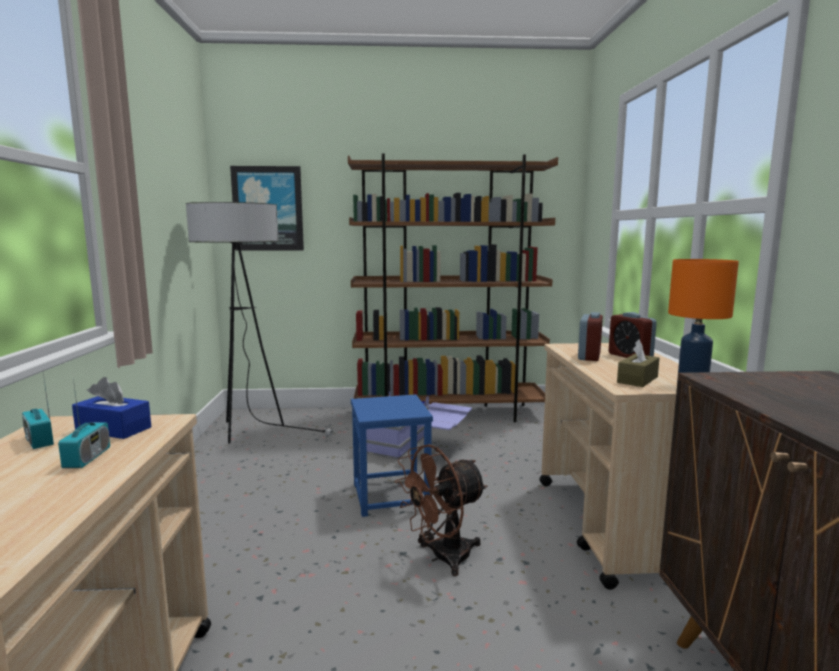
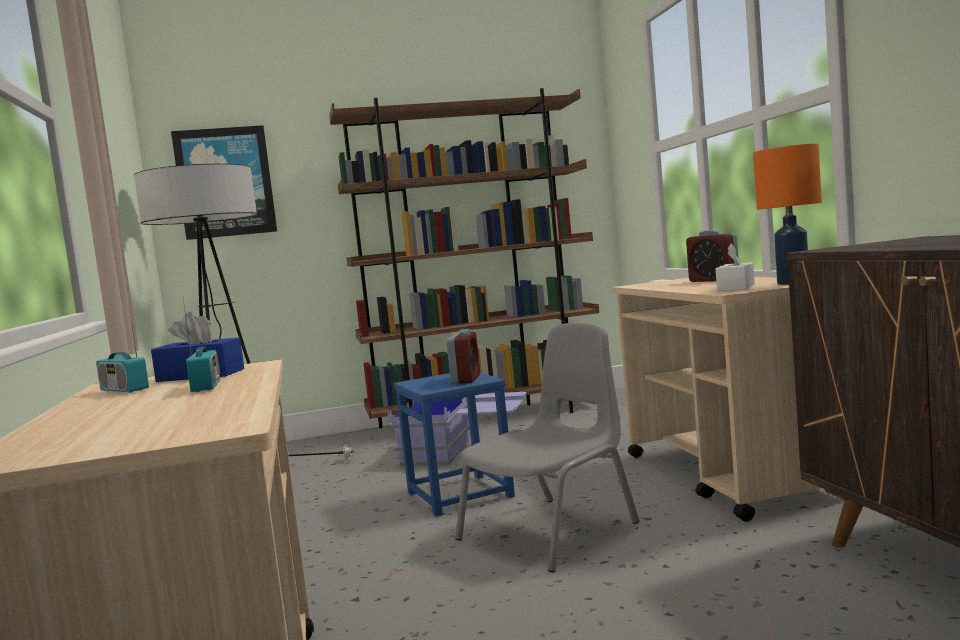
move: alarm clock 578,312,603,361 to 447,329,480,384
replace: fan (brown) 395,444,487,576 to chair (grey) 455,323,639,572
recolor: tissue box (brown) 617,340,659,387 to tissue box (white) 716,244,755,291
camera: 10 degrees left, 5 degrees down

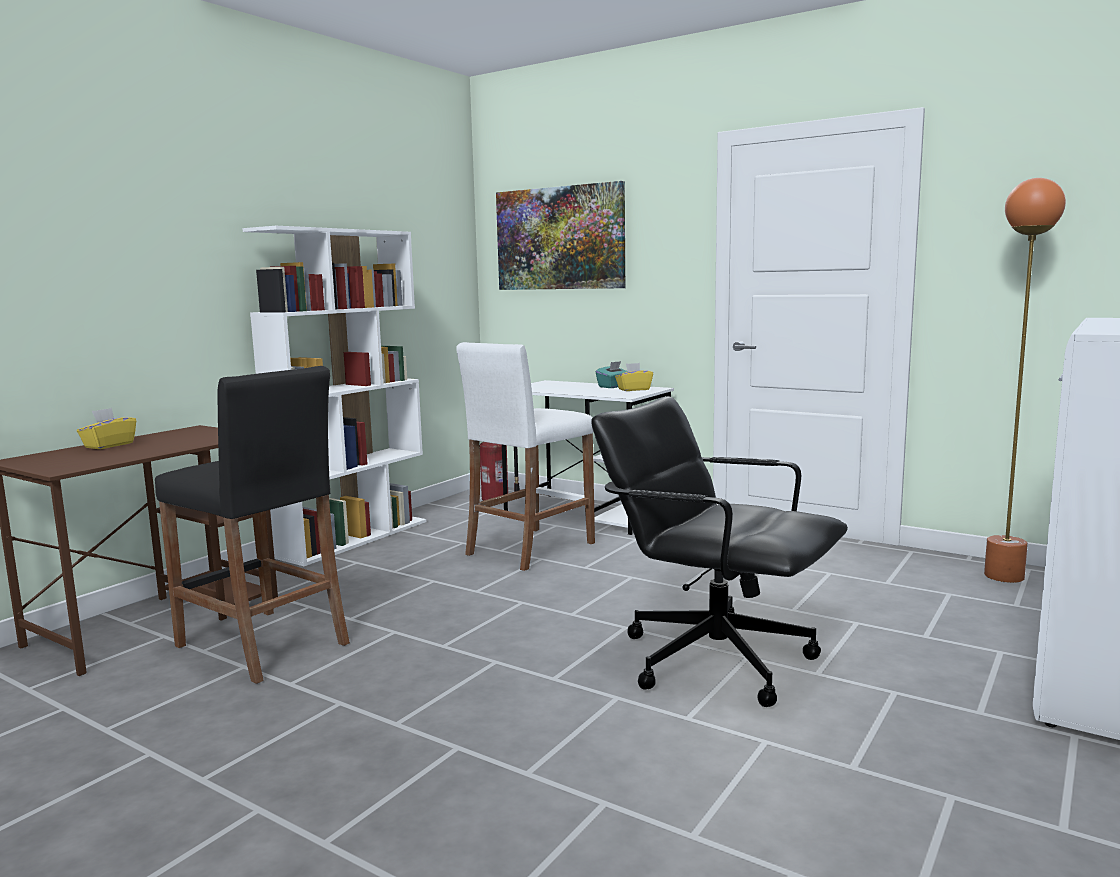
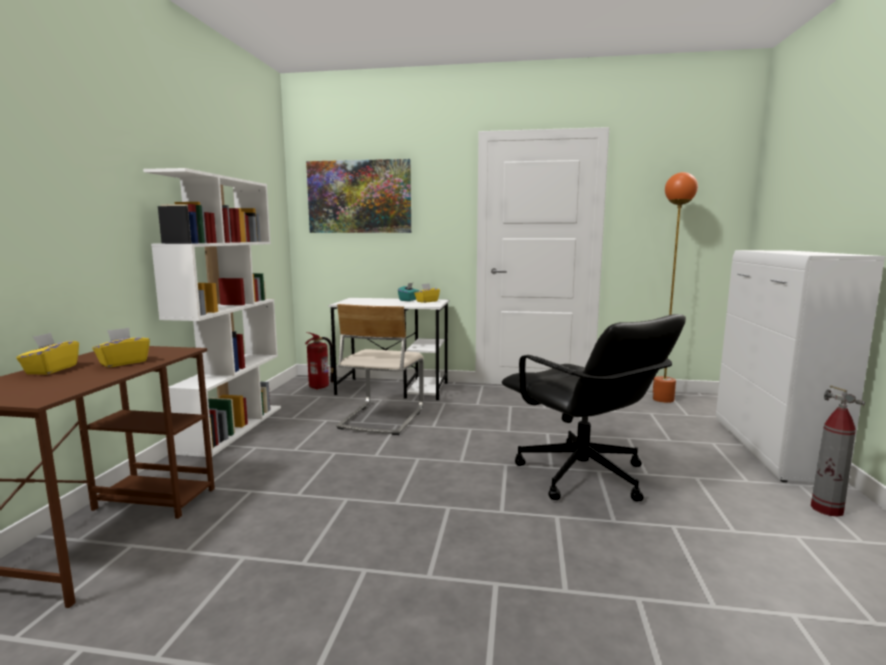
delete: stool (black) 155,366,350,684
insert: tissue box (yellow) 93,327,150,367; fire extinguisher 811,385,865,517
replace: stool (white) 456,342,595,571 to chair (beige) 336,304,424,435
rotate: office chair (black) 591,396,848,707 = 502,314,686,501 135 degrees counterclockwise
camera: 25 degrees left, 0 degrees up

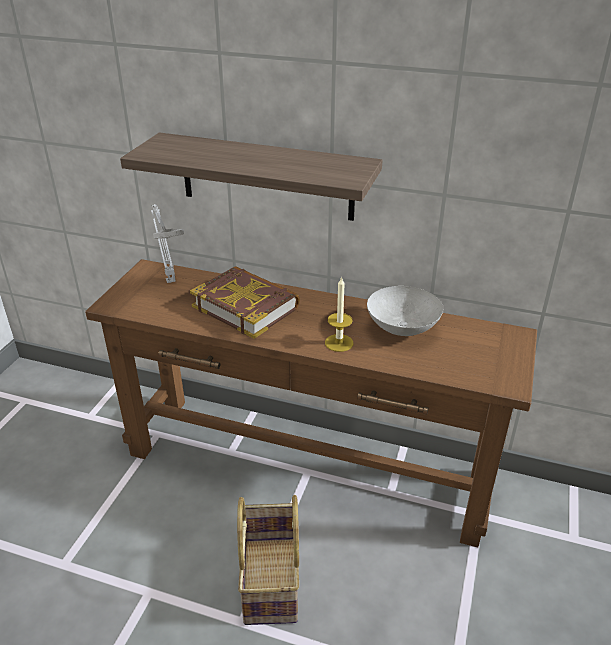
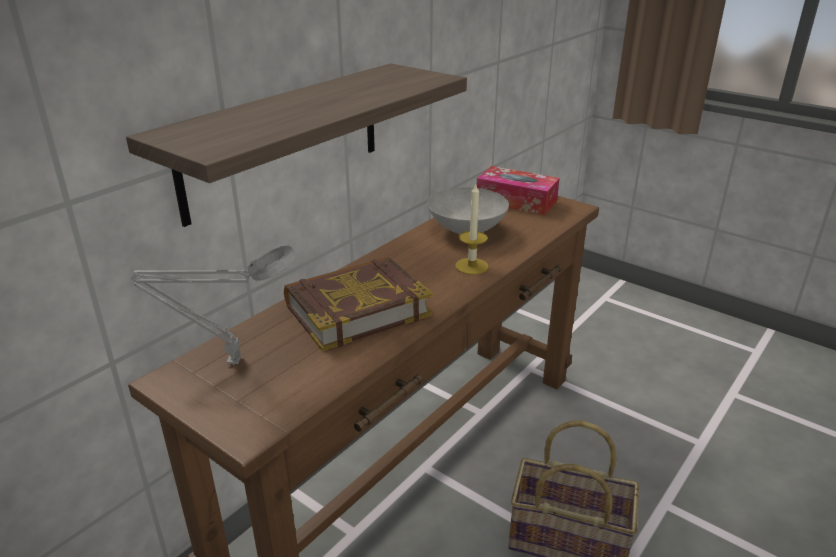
insert: tissue box 477,166,560,215
camera: 70 degrees left, 5 degrees down

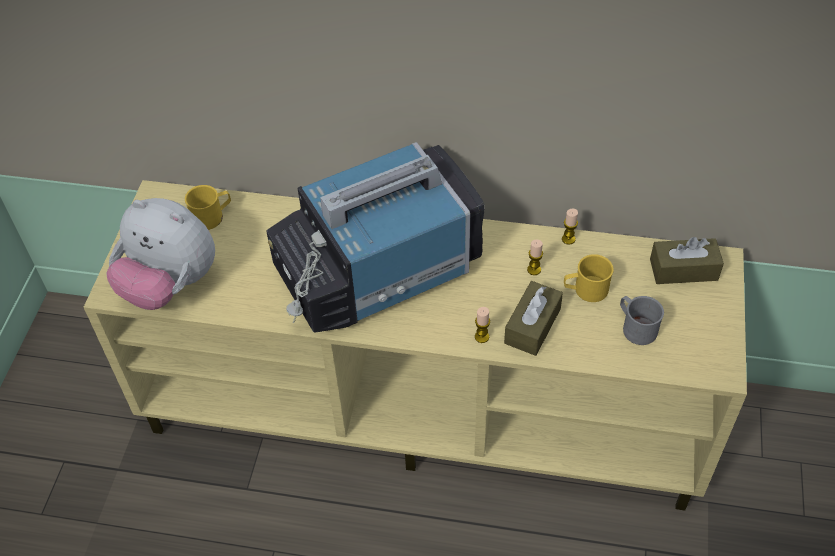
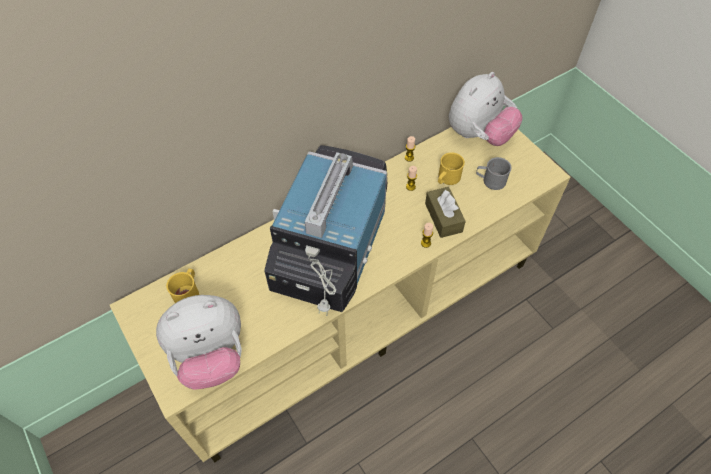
replace: tissue box (brown) 650,237,724,284 to plush toy 449,72,523,146
camera: 45 degrees left, 5 degrees up

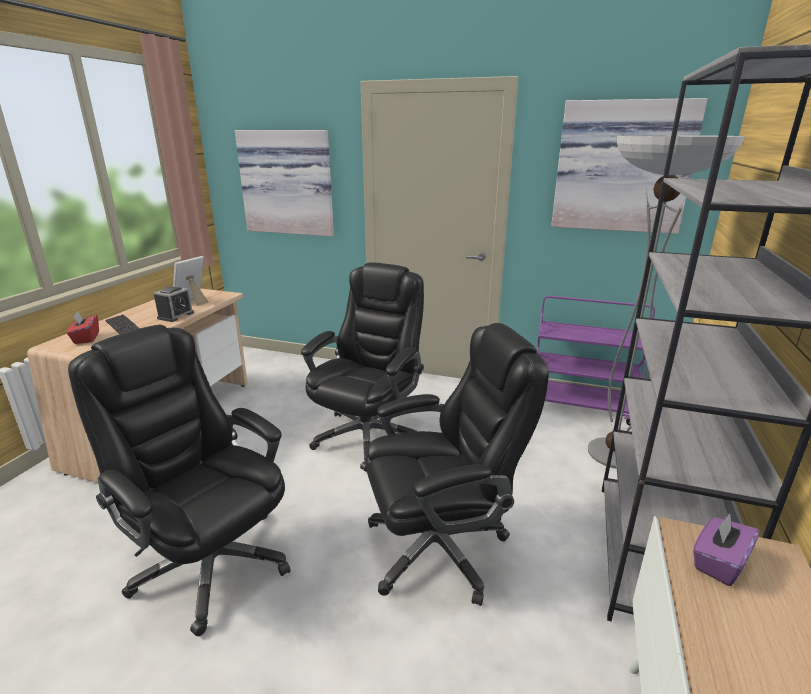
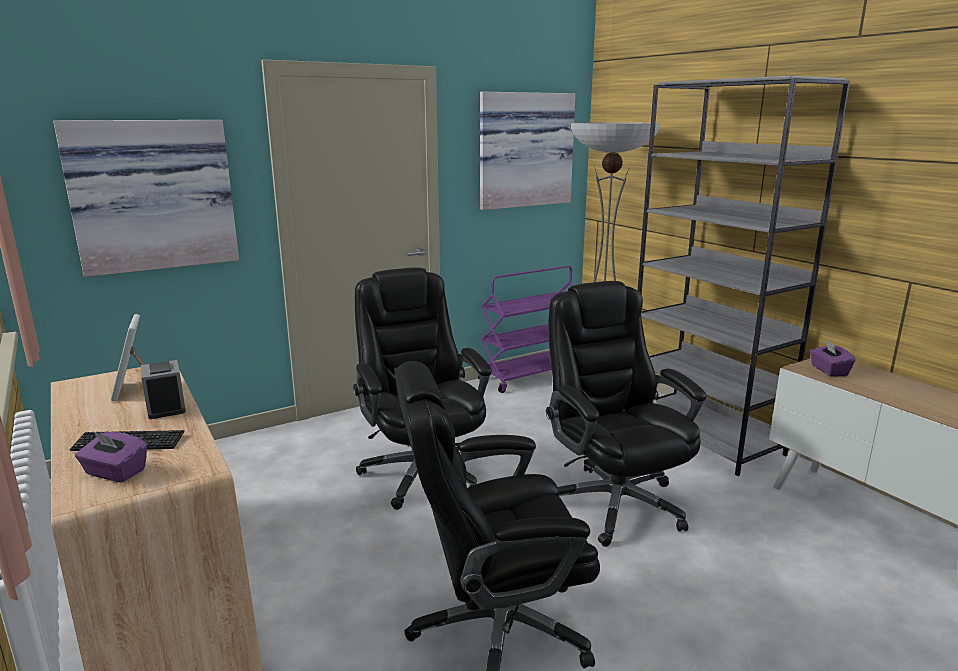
recolor: tissue box (red) 67,312,99,344 to tissue box (purple) 75,432,147,483
rotate: office chair (black) 366,323,549,606 = 546,281,707,547 45 degrees counterclockwise
camera: 50 degrees left, 5 degrees down

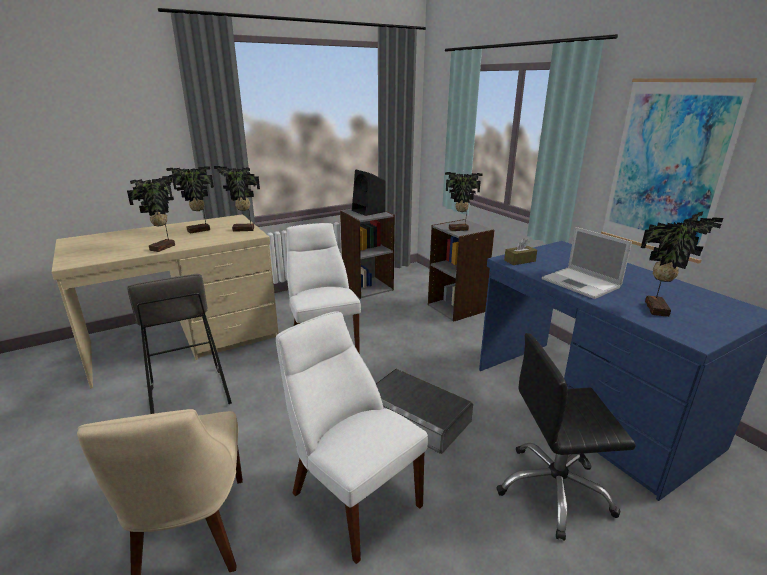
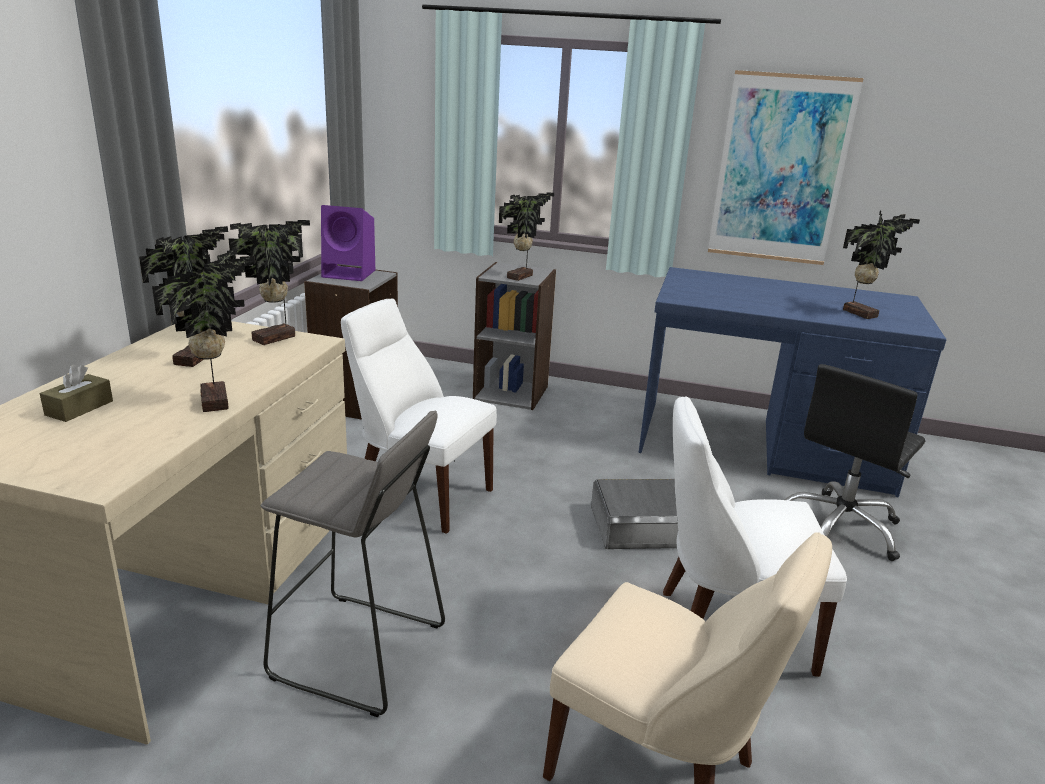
delete: laptop 542,227,632,299
move: tissue box (brown) 504,239,537,265 to 40,365,113,422
recolor: speaker (black) 352,169,385,216 to speaker (purple) 321,205,375,281
camera: 45 degrees left, 0 degrees up

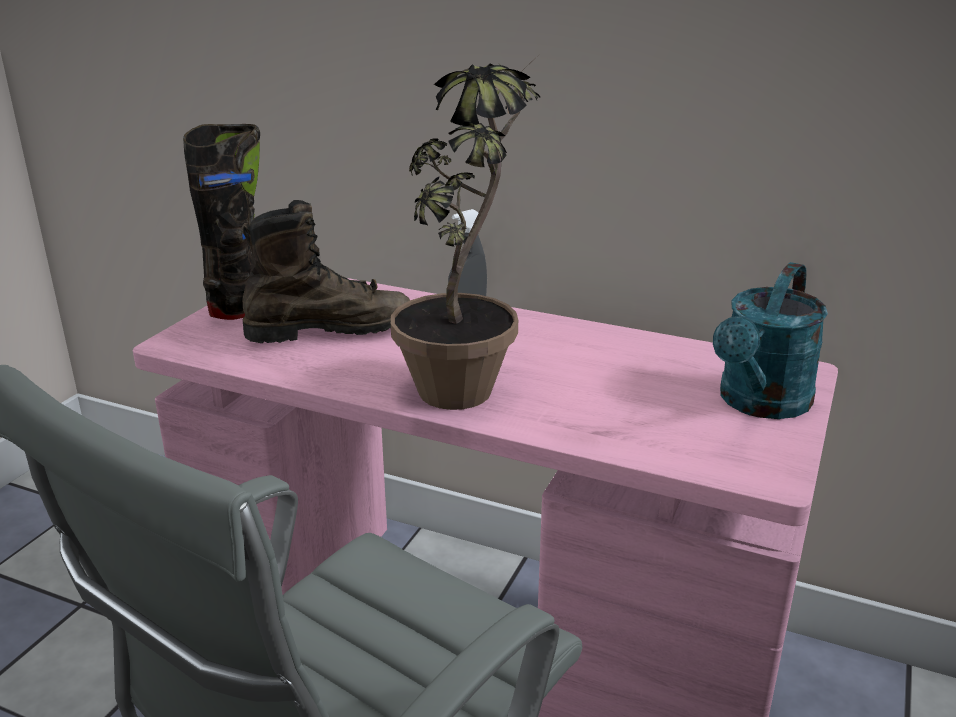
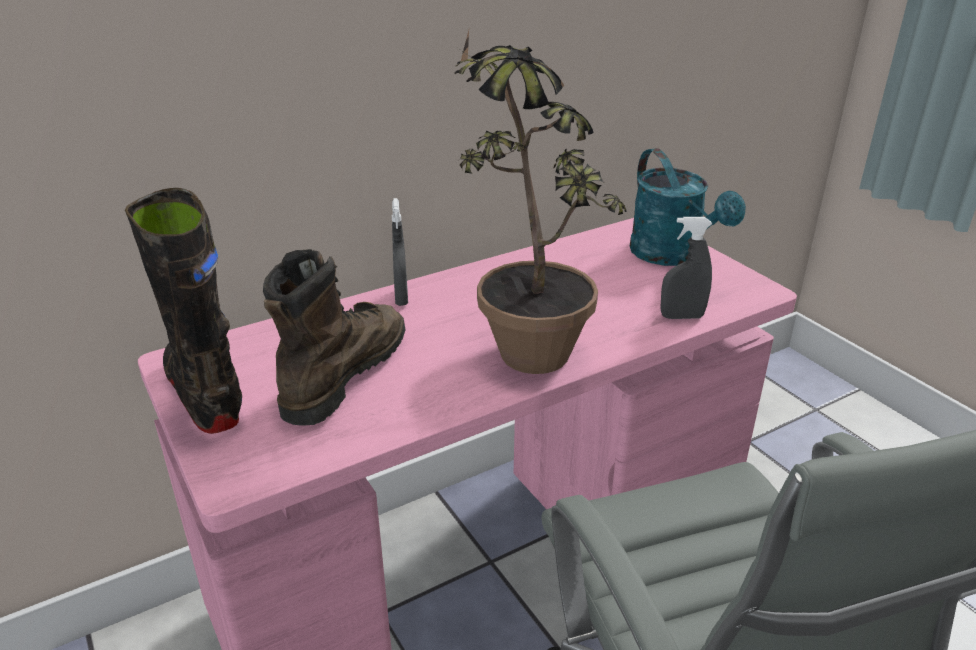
insert: spray bottle (grey) 660,217,712,319
camera: 55 degrees left, 5 degrees up

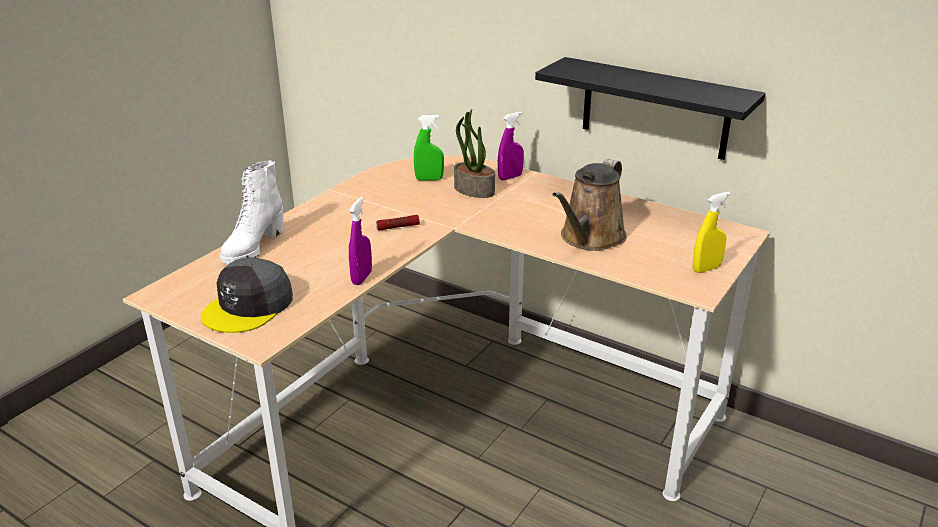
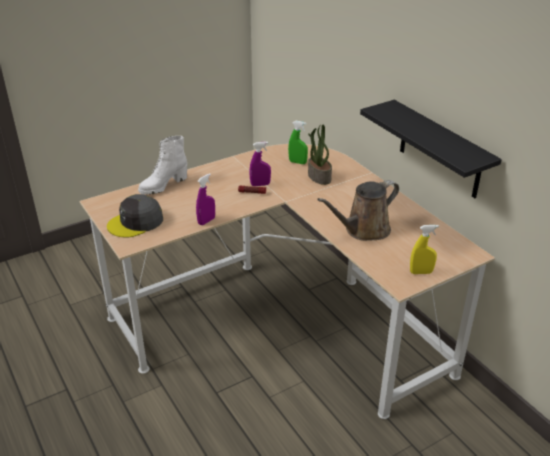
move: spray bottle (purple) 498,112,524,180 to 249,142,271,186
camera: 25 degrees right, 5 degrees up

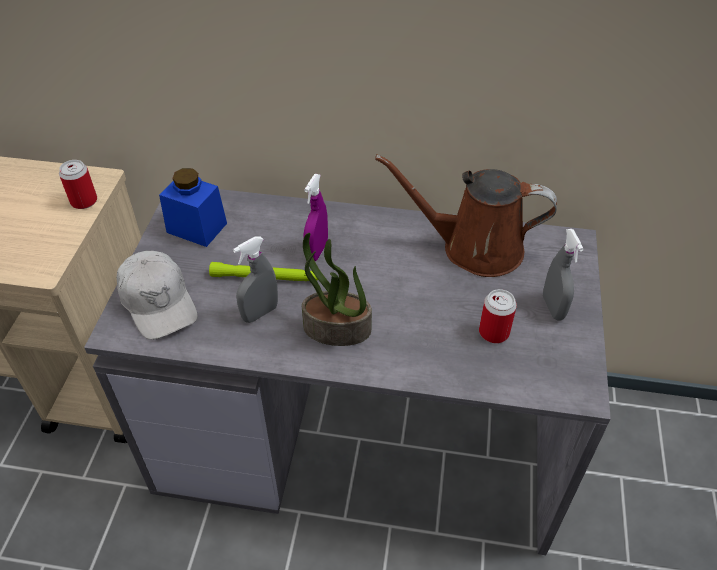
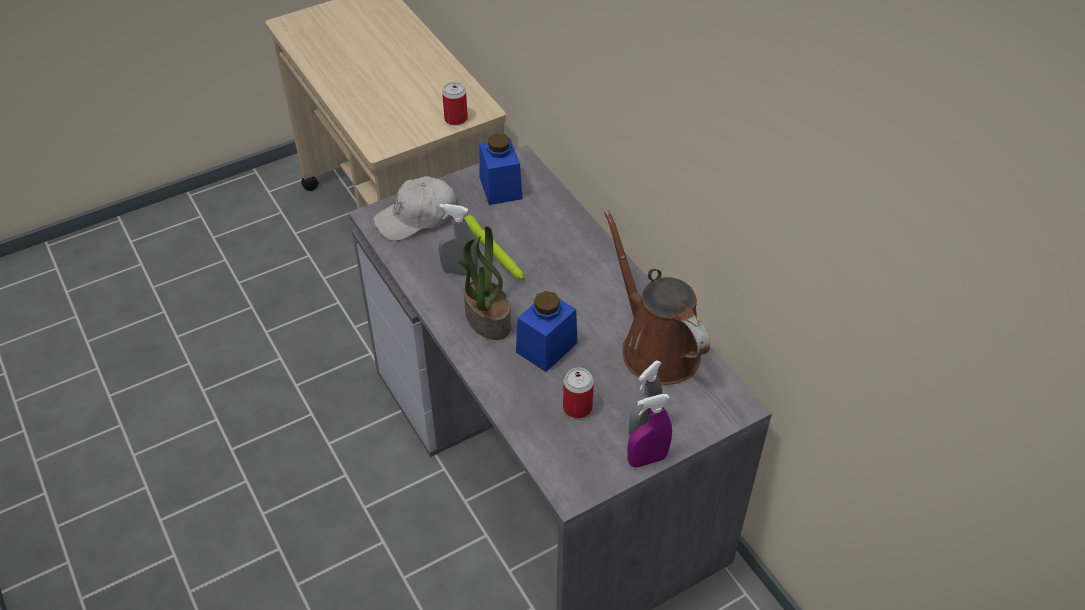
insert: jar (blue) 516,291,578,372
move: spray bottle (purple) 303,174,328,261 to 627,394,672,468
rotate: cap (white) 117,251,197,340 = 373,176,456,241 45 degrees clockwise
camera: 50 degrees right, 0 degrees up

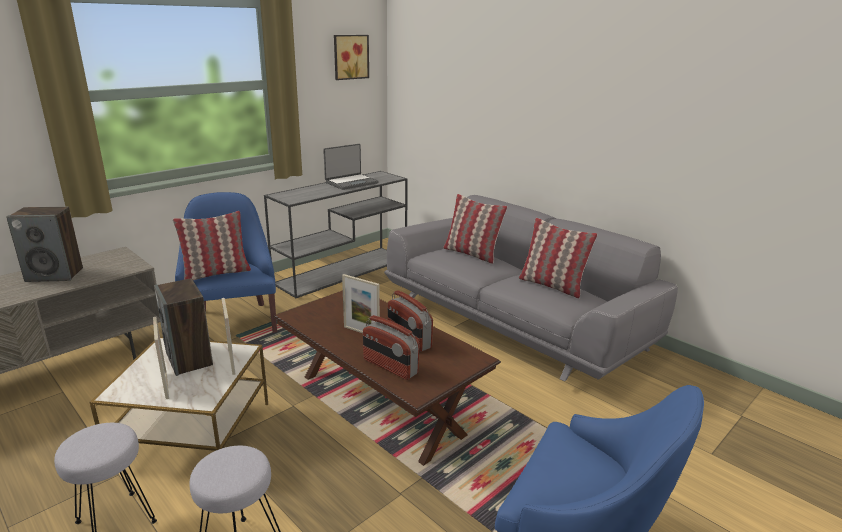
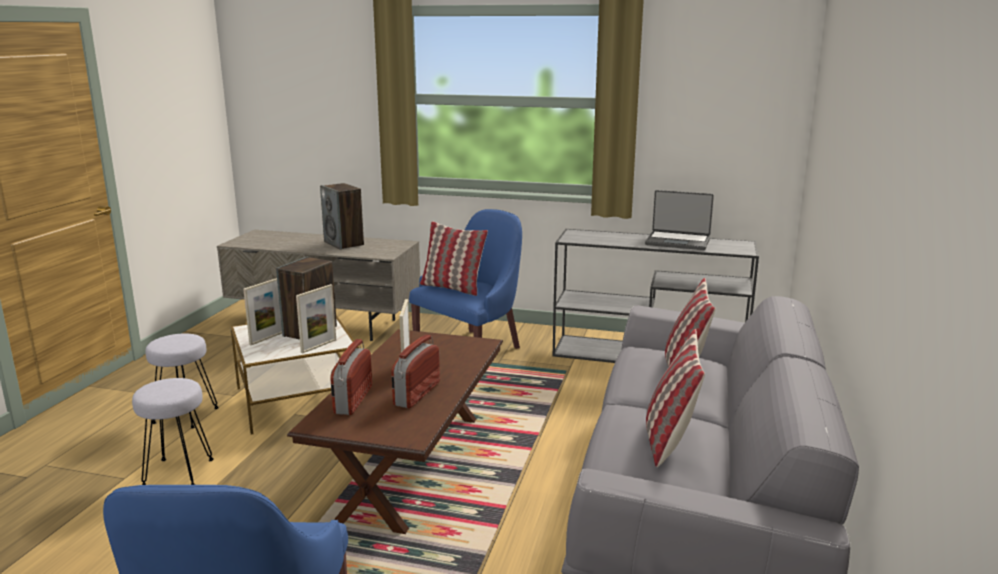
delete: picture 334,35,369,80
camera: 60 degrees right, 5 degrees down

